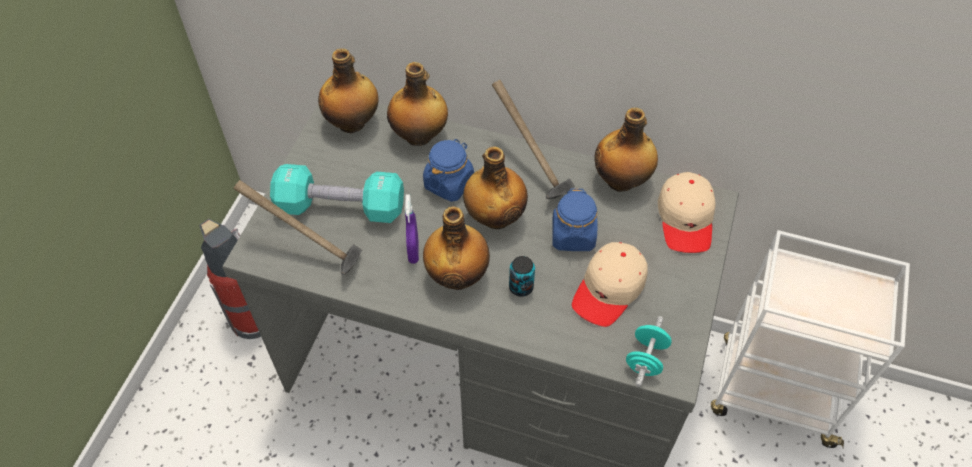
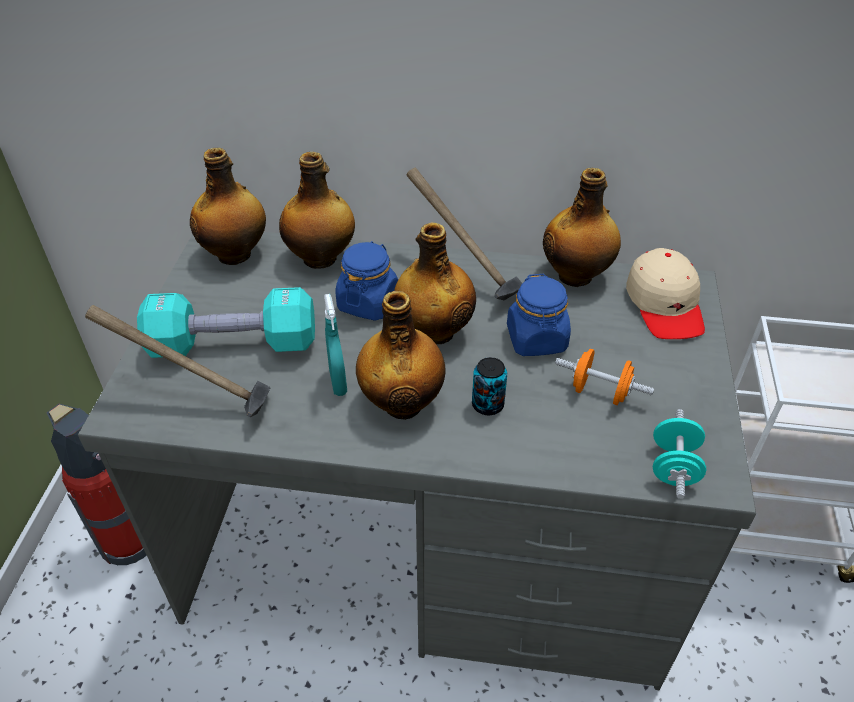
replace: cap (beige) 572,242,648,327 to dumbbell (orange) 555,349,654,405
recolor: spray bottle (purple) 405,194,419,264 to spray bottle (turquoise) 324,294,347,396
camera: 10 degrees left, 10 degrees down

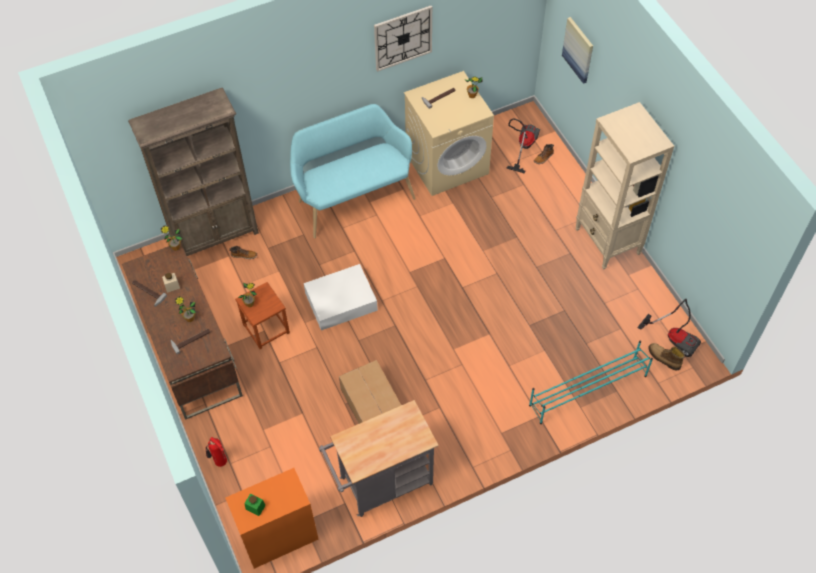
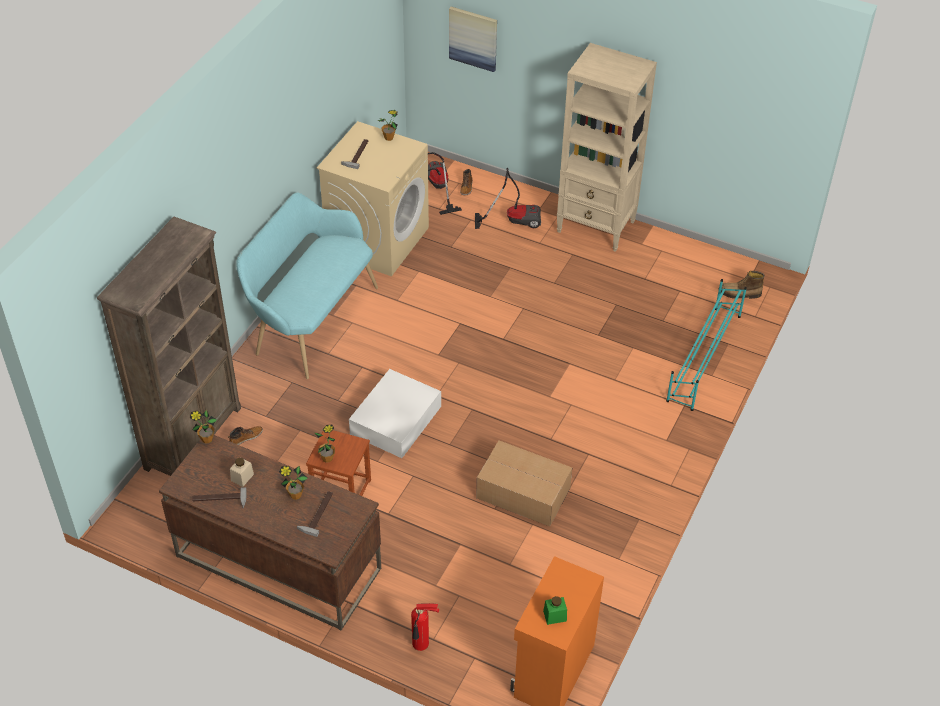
delete: wall clock 374,6,432,72; cart (grey) 319,400,439,517
move: vacuum cleaner 637,298,701,357 to 475,168,541,229
camera: 40 degrees left, 10 degrees down

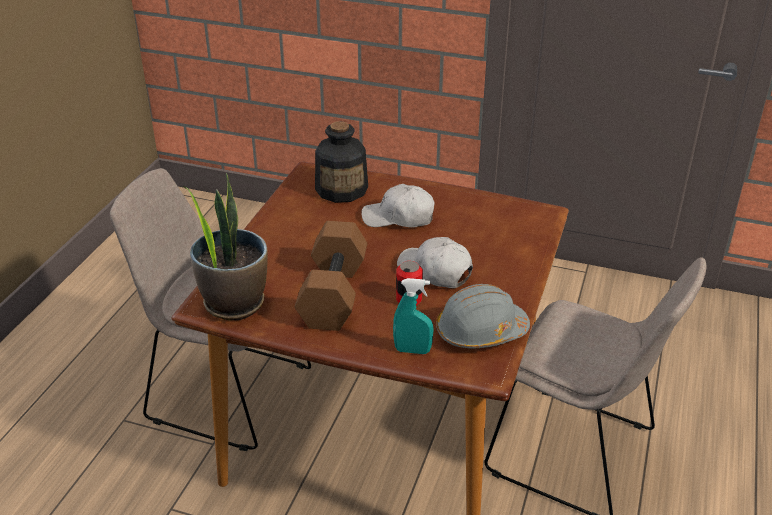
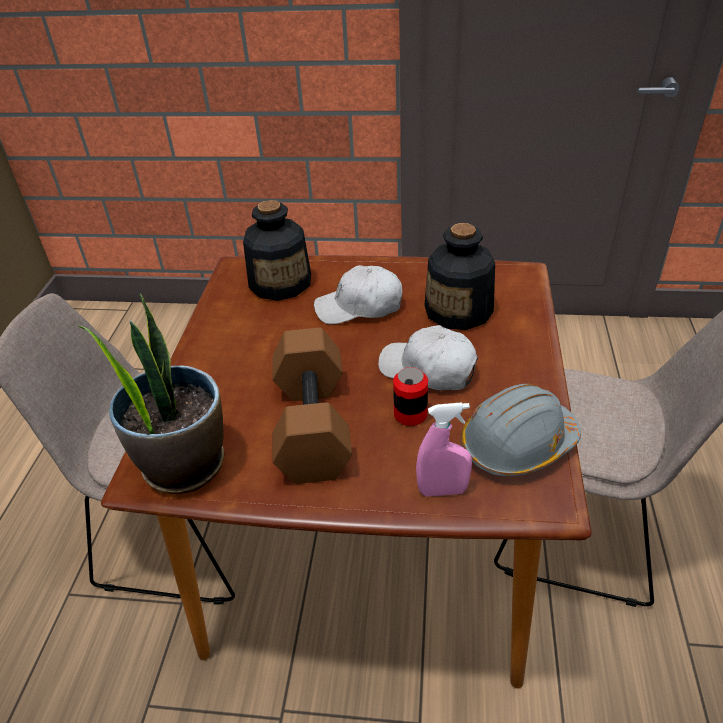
insert: bottle 424,223,495,330
recolor: spray bottle (turquoise) 393,278,433,354 to spray bottle (pink) 416,402,472,497
camera: 10 degrees left, 5 degrees up

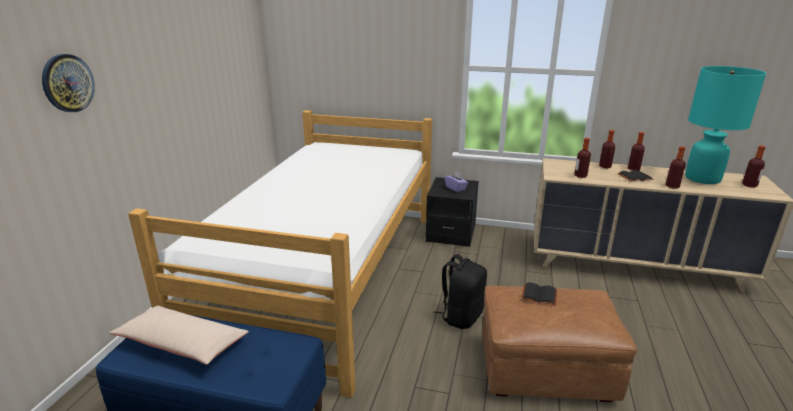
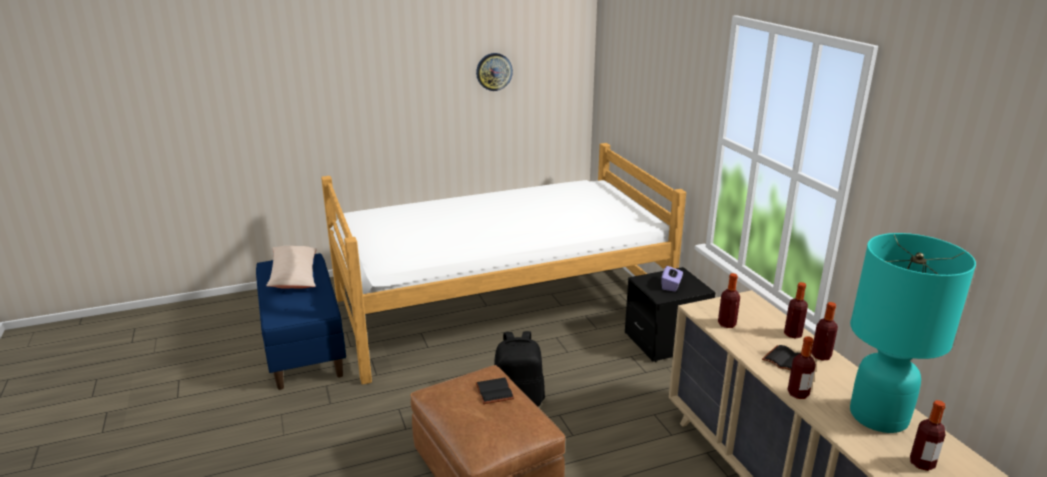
move: wall clock 42,54,95,112 to 476,53,513,91
camera: 55 degrees right, 0 degrees up

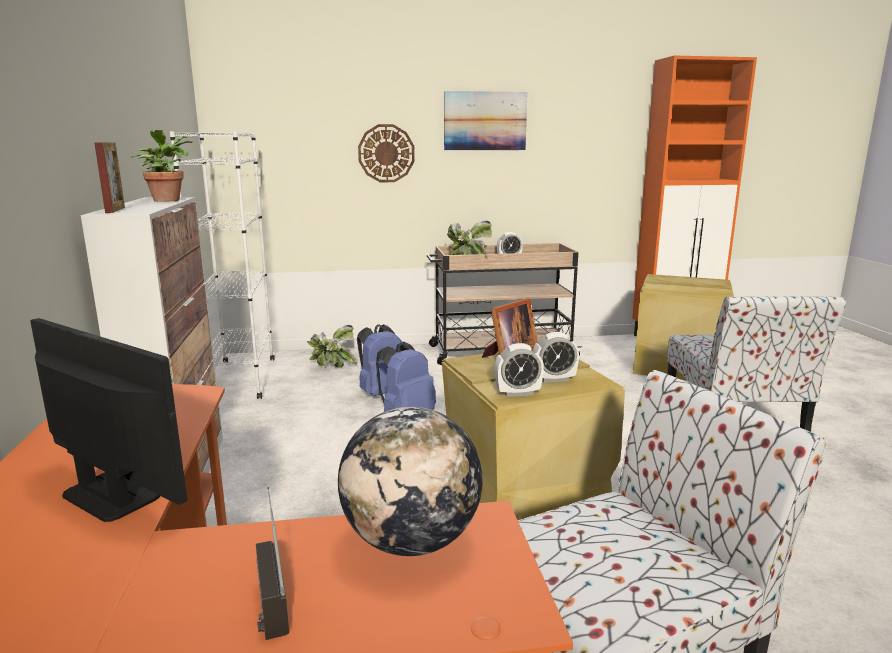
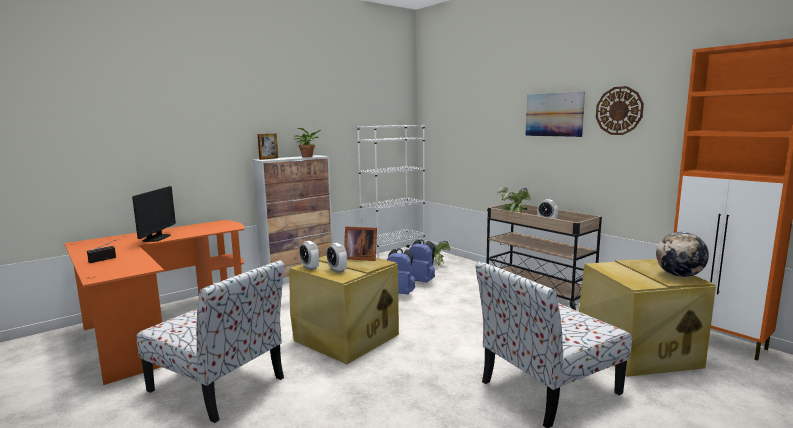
move: wall clock 358,124,415,182 to 596,86,644,135; globe 338,407,483,556 to 656,232,709,277
camera: 60 degrees right, 5 degrees down

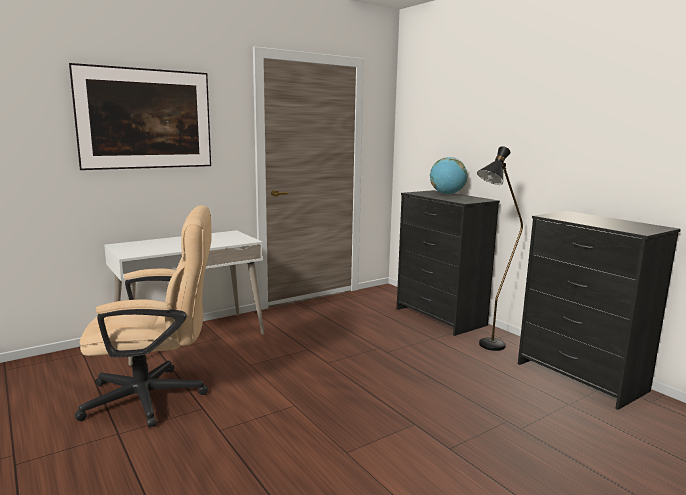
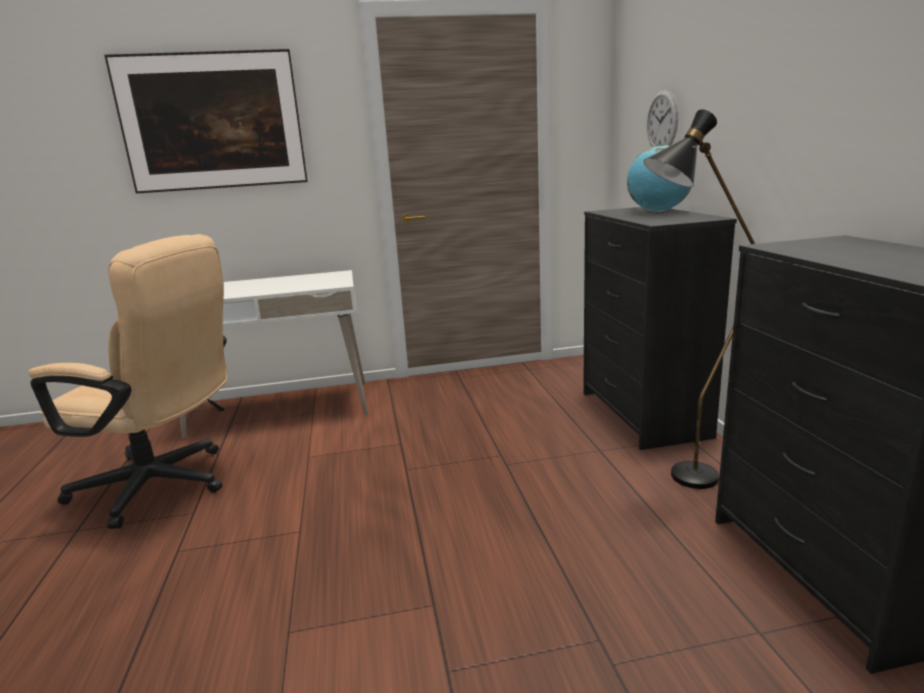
insert: wall clock 647,90,678,147
camera: 25 degrees right, 5 degrees up

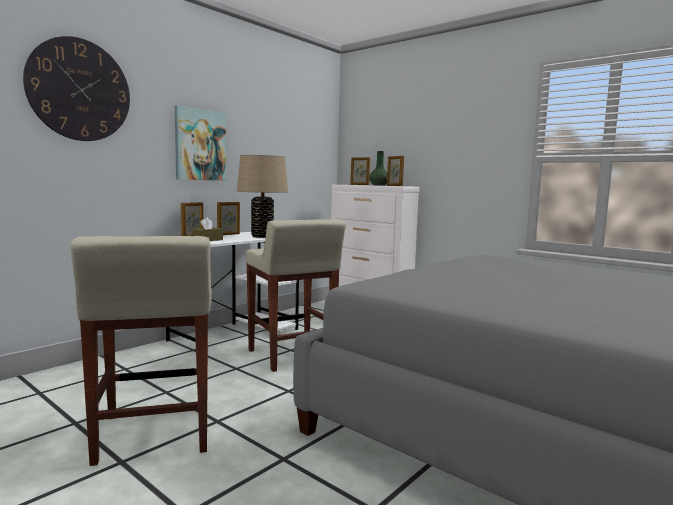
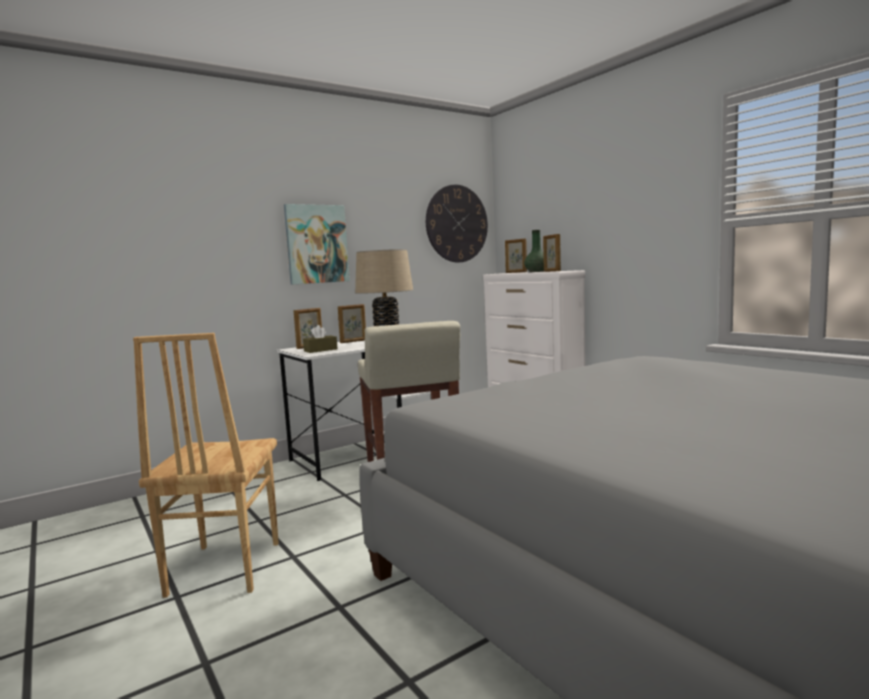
move: wall clock 23,36,130,141 to 426,185,488,262
replace: stool (beige) 70,236,212,466 to chair (brown) 133,333,279,598
camera: 15 degrees right, 0 degrees up

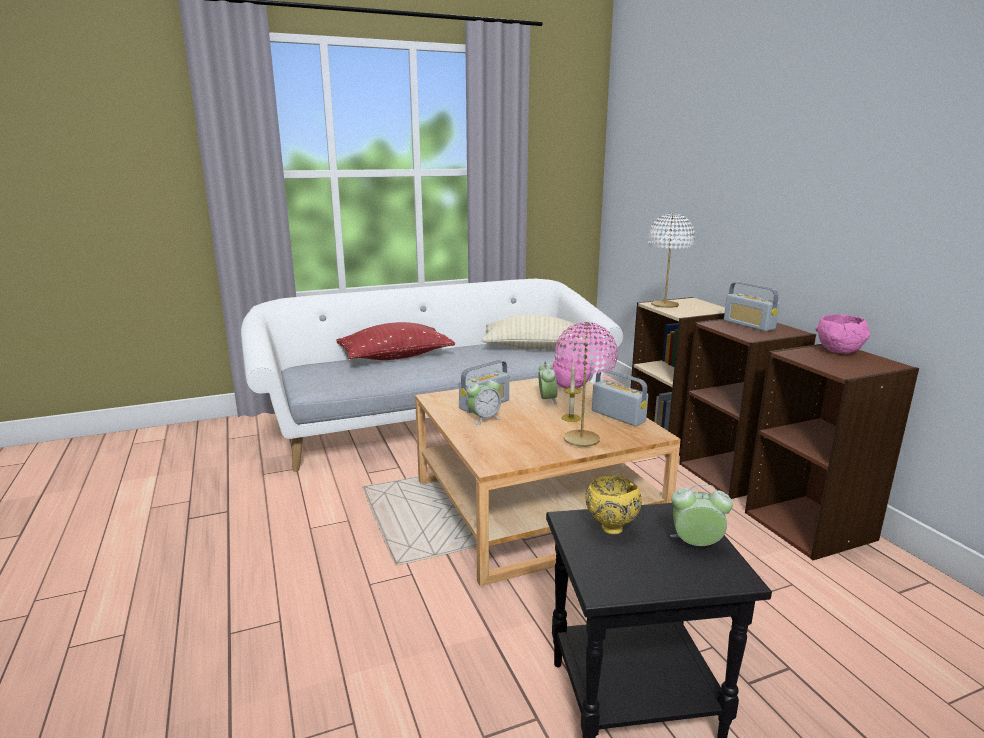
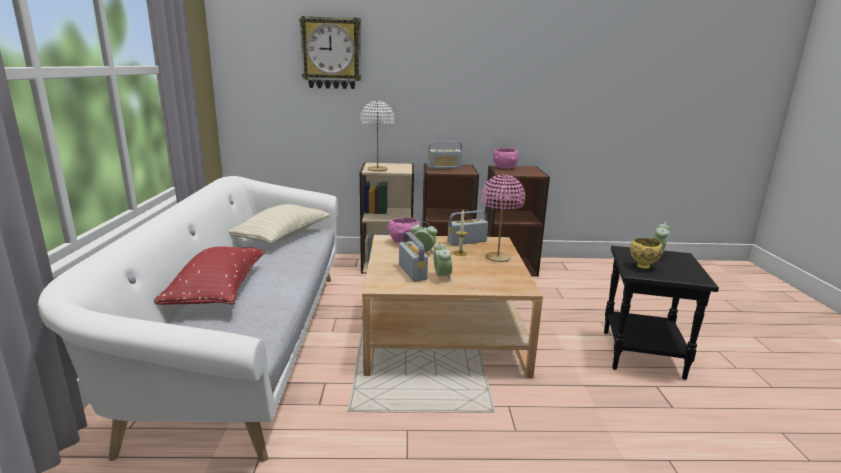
insert: wall clock 299,16,361,89
camera: 70 degrees left, 0 degrees up

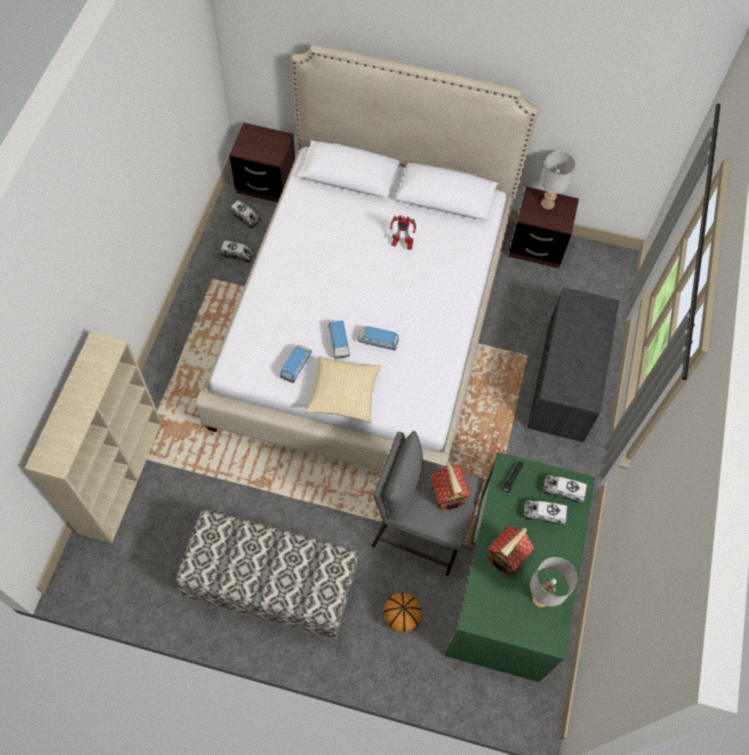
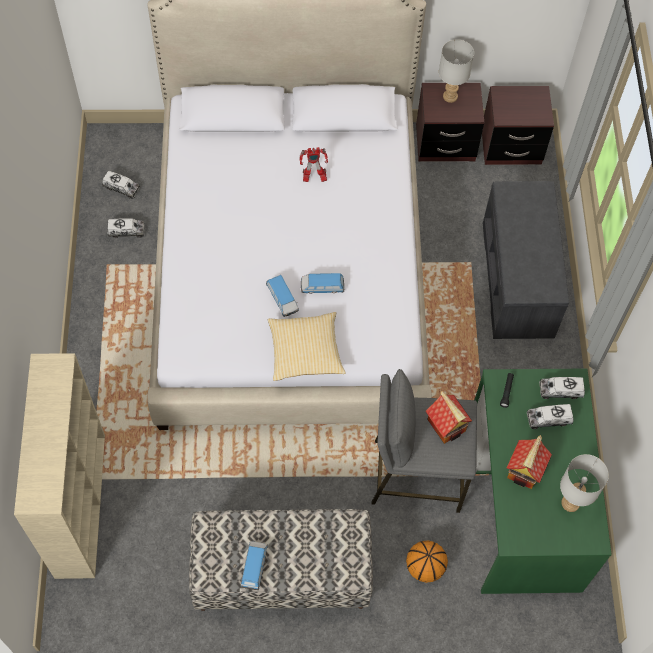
move: nightstand (brown) 229,123,295,203 to 482,86,554,165; toy car 280,345,312,383 to 241,541,268,590
camera: 15 degrees left, 0 degrees up

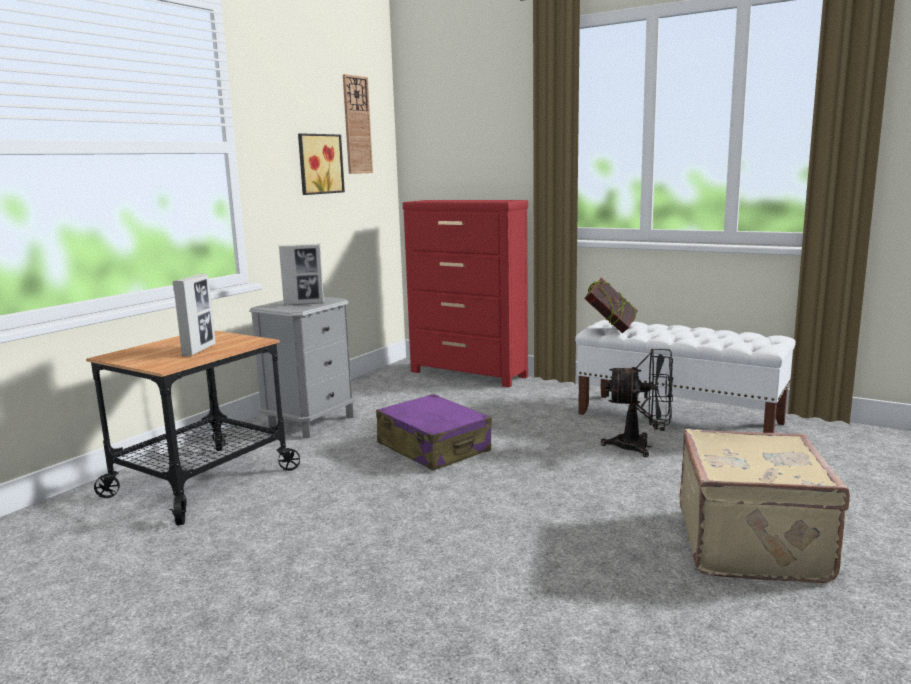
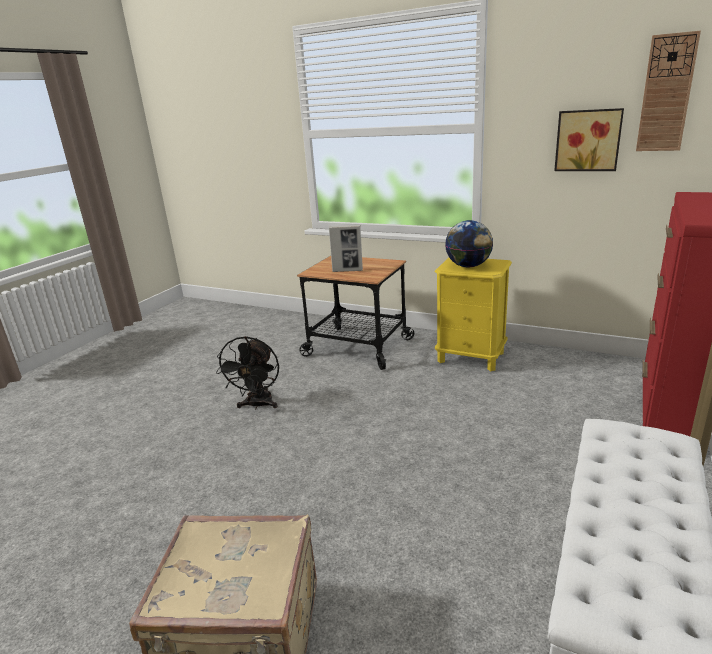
delete: book 584,278,638,333; suitcase (purple) 376,394,492,470
move: fan (black) 601,349,674,457 to 216,336,279,410
replace: picture frame 279,243,324,306 to globe 445,220,493,267
recolor: nightstand (grey) 249,297,356,438 to nightstand (yellow) 435,258,512,371
camera: 85 degrees right, 10 degrees up

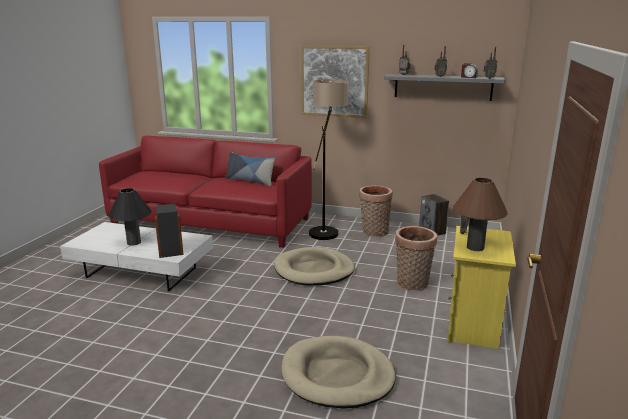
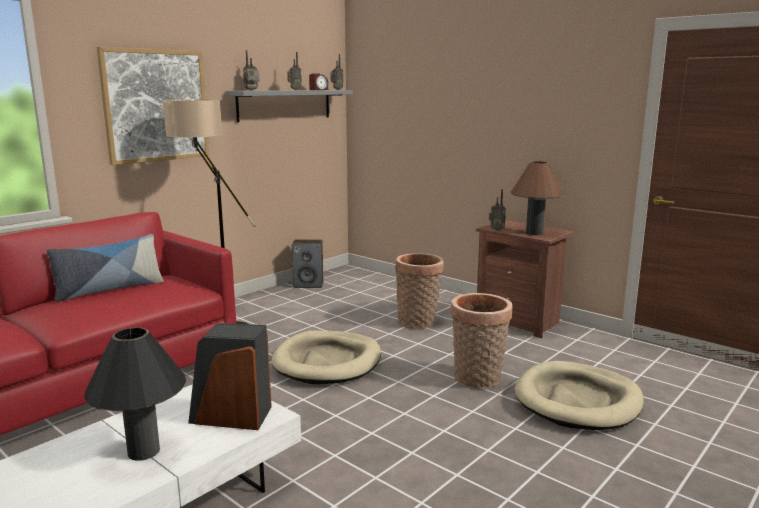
move: basket 359,185,392,237 to 451,293,512,388
recolor: nightstand (yellow) 447,226,516,349 to nightstand (brown) 476,220,576,338
camera: 65 degrees left, 5 degrees down

